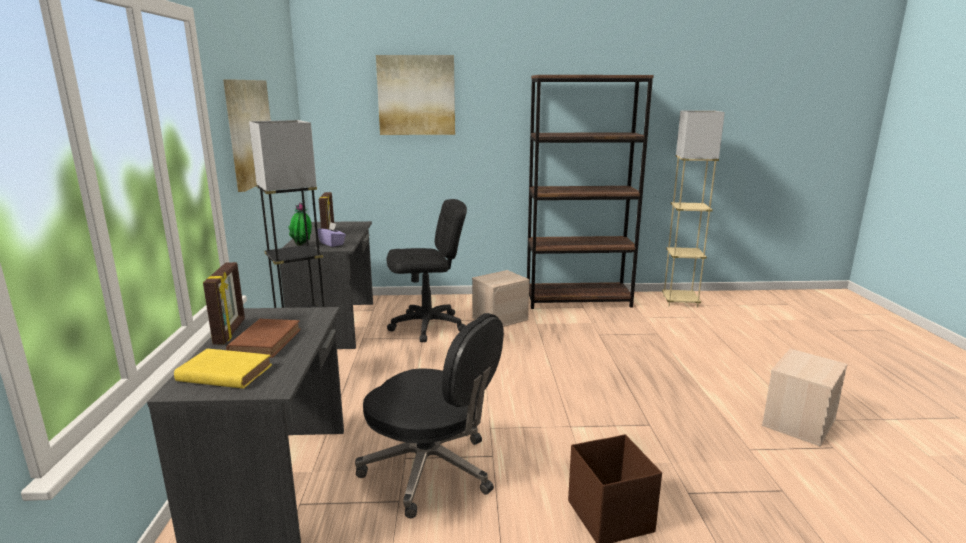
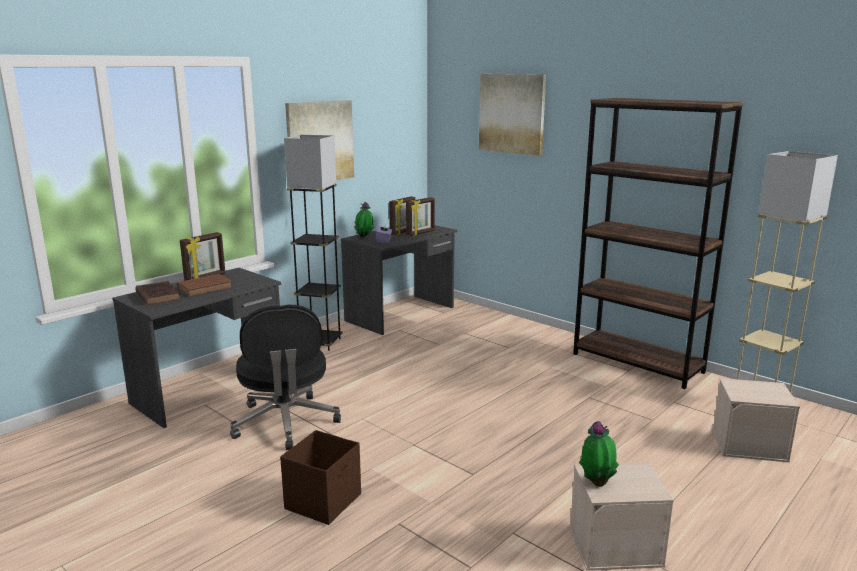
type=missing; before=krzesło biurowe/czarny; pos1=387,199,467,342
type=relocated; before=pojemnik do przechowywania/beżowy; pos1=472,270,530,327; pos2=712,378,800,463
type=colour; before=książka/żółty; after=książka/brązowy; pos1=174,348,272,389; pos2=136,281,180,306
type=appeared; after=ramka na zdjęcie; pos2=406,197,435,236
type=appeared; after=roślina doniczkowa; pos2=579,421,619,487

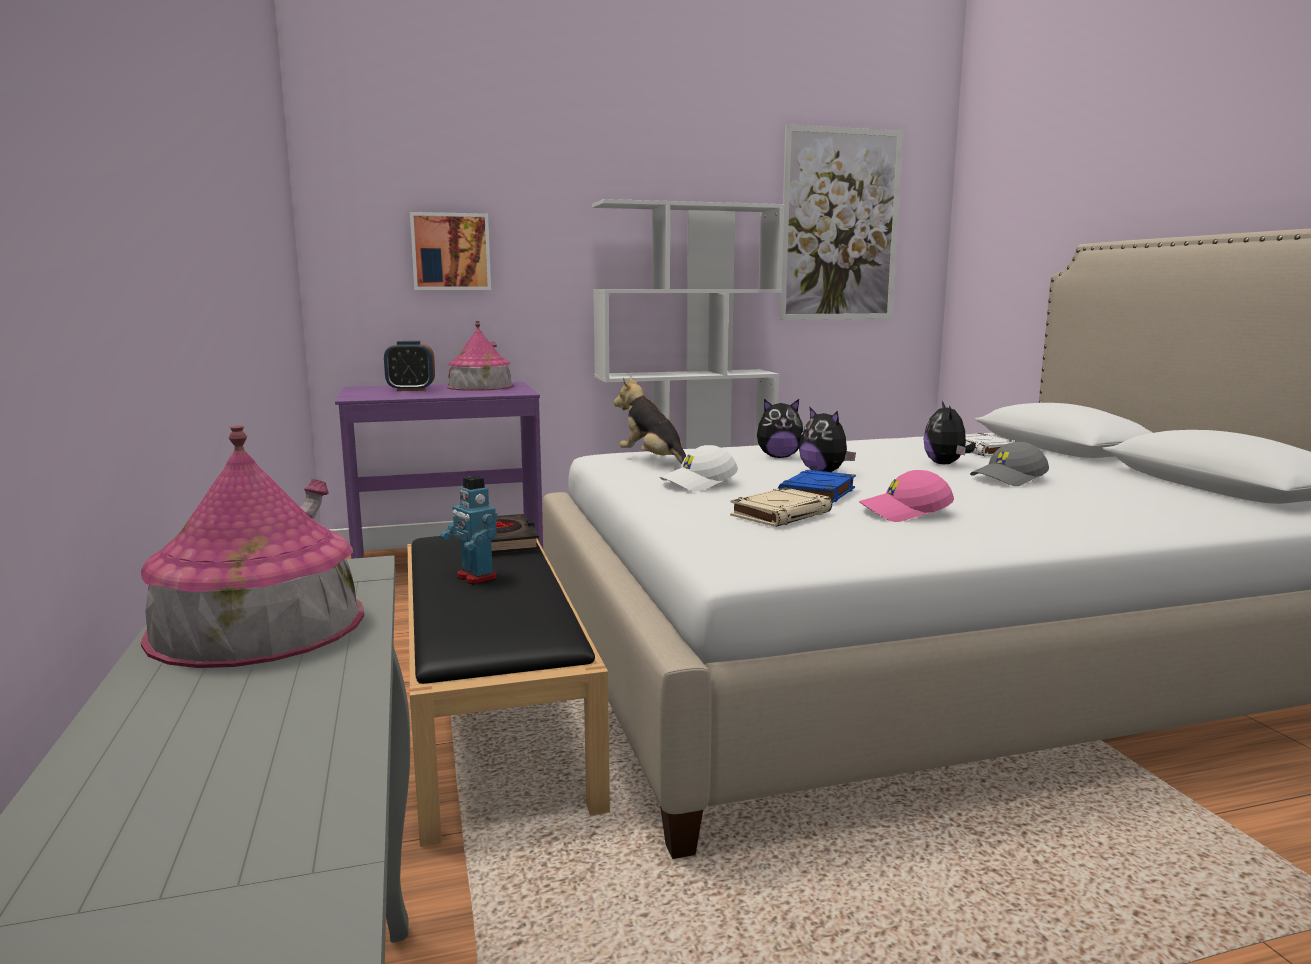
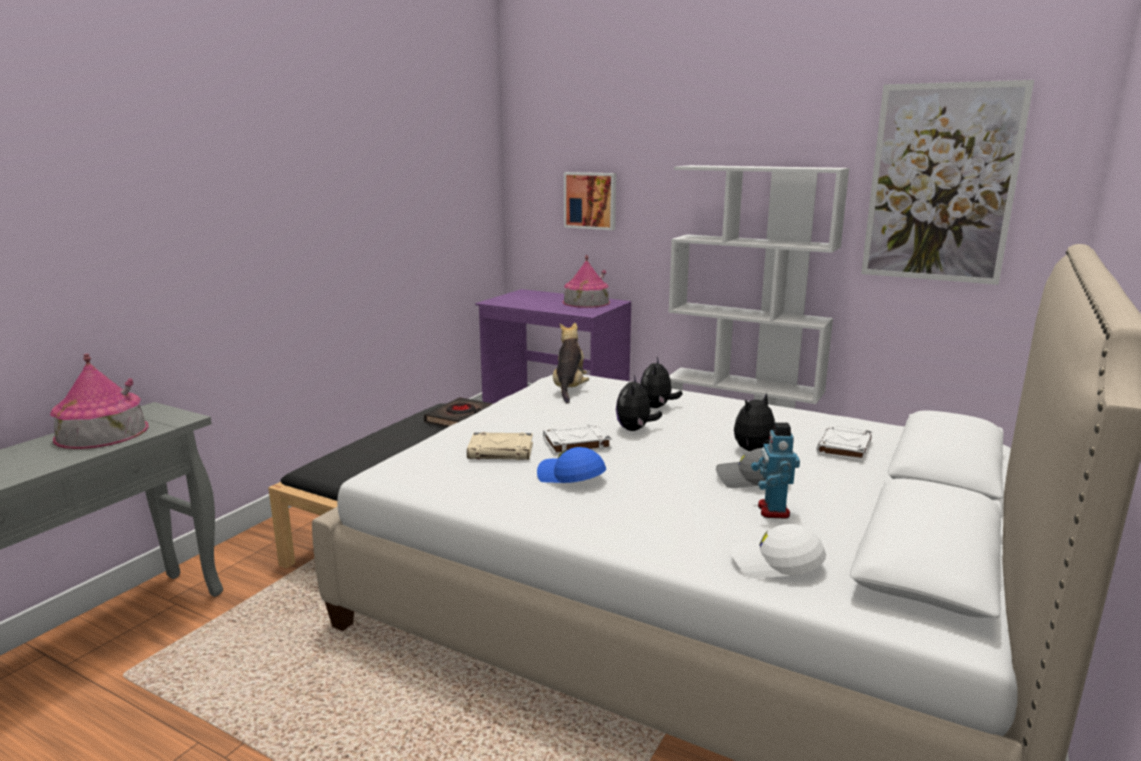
type=missing; before=budzik; pos1=384,341,435,391
type=spun; before=pluszak; pos1=757,399,803,458; pos2=640,357,682,408; turn=60
type=relocated; before=czapka z daszkiem/biały; pos1=660,445,738,492; pos2=731,524,826,578
type=colour; before=książka/niebieski; after=książka/biały; pos1=778,470,856,503; pos2=543,424,612,455
type=colour; before=czapka z daszkiem/różowy; after=czapka z daszkiem/niebieski; pos1=859,470,954,522; pos2=537,447,606,483
type=relocated; before=robot zabawkowy; pos1=440,476,498,585; pos2=751,422,800,519

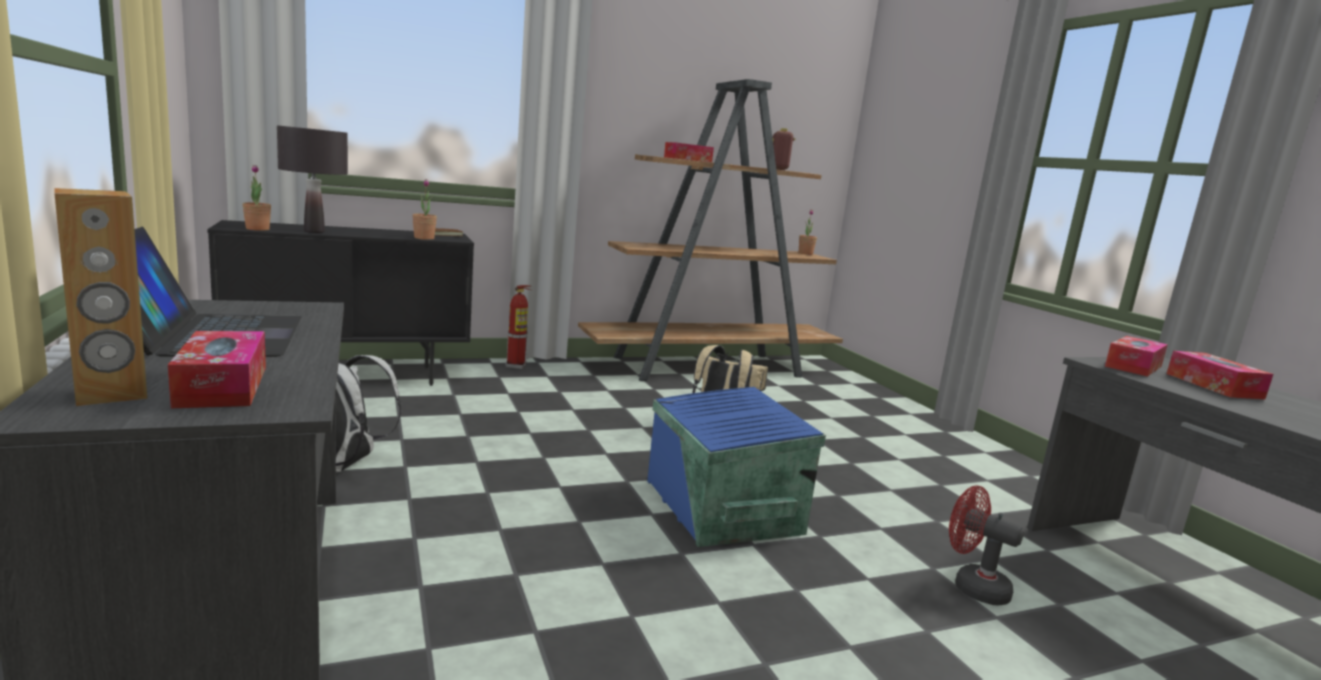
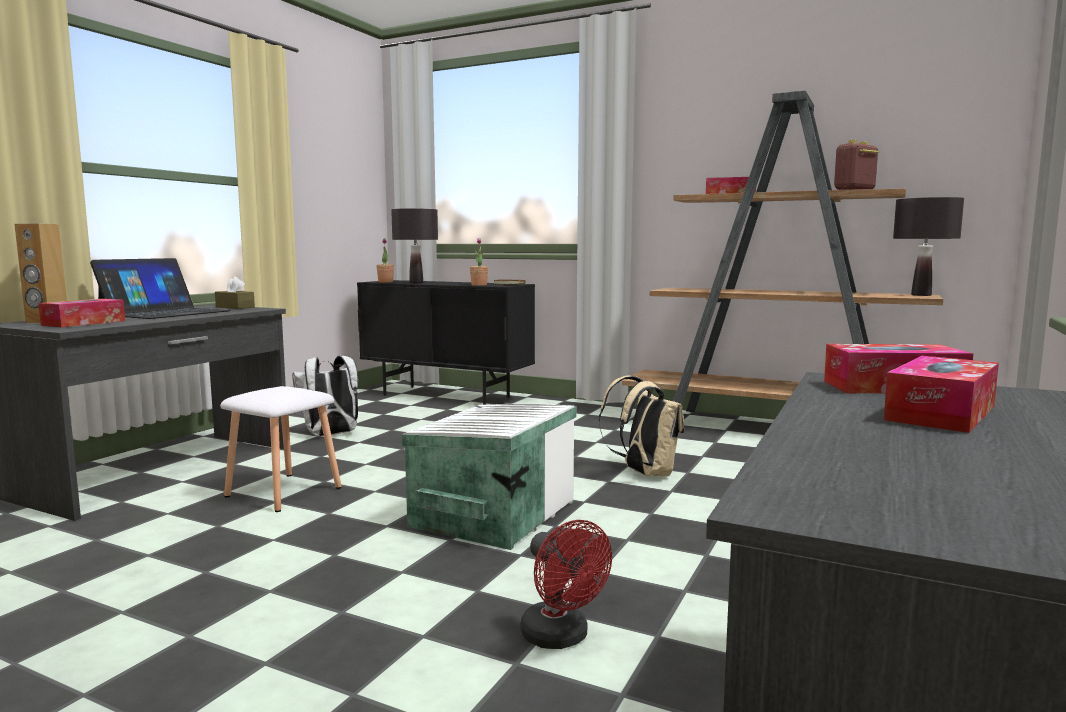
type=exchanged; before=roślina doniczkowa; after=lampa stołowa/czarny; pos1=799,210,817,255; pos2=893,197,964,296
type=missing; before=gaśnica; pos1=505,285,532,369
type=colour; before=pojemnik do przechowywania/niebieski; after=pojemnik do przechowywania/biały; pos1=647,387,826,547; pos2=402,404,577,550
type=spun; before=wentylator/czerwony; pos1=949,485,1024,605; pos2=521,520,612,649; turn=150
type=appeared; after=pudełko chusteczek/brązowy; pos2=215,276,255,309
type=appeared; after=stołek/biały; pos2=220,386,341,512

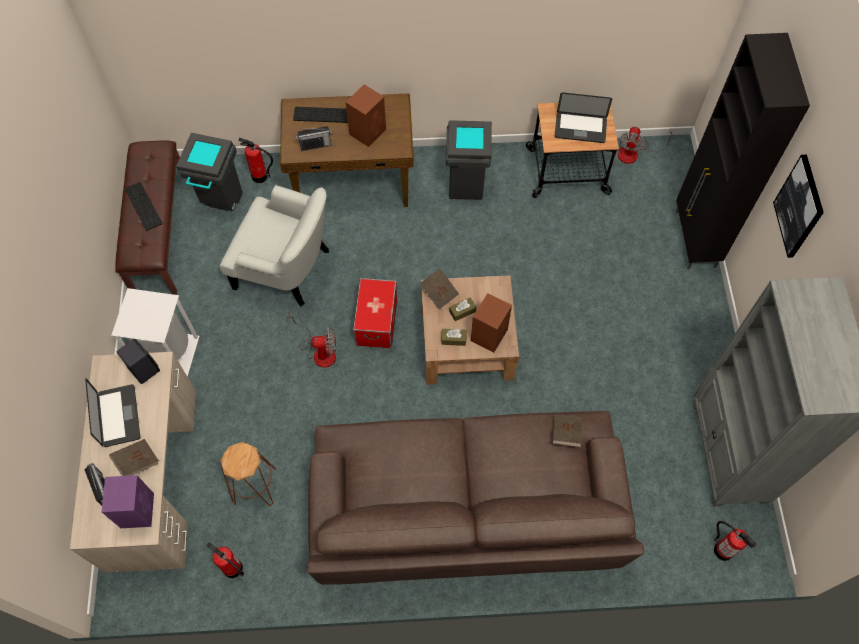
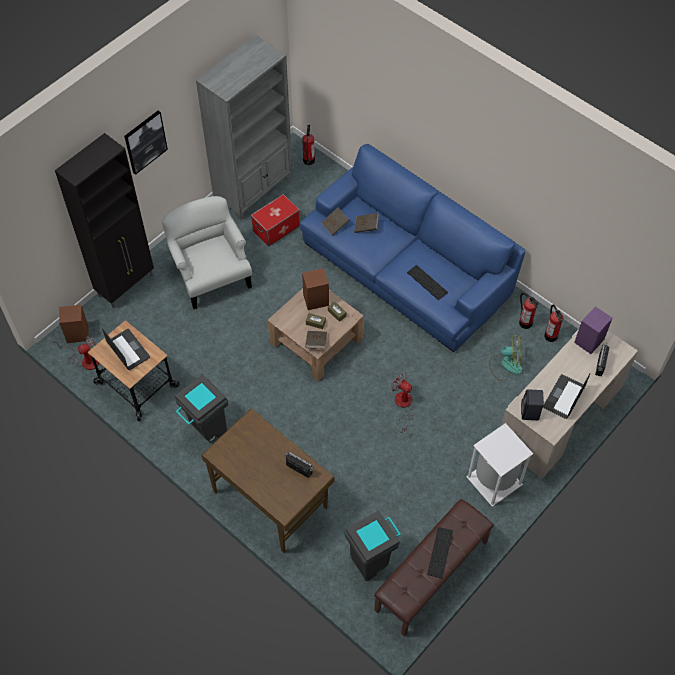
type=relocated; before=głośnik/brązowy; pos1=346,84,386,147; pos2=59,305,89,343
type=relocated; before=klawiatura; pos1=293,107,348,123; pos2=407,265,448,300
type=relocated; before=gaśnica; pos1=238,138,273,183; pos2=519,293,539,329
type=relocated; before=fotel/biały; pos1=220,185,329,307; pos2=162,196,252,309
type=relocated; before=pojemnik do przechowywania; pos1=353,278,397,348; pos2=251,194,300,247
type=colour; before=kanapa/brązowy; after=kanapa/niebieski; pos1=307,411,645,585; pos2=300,144,526,352
type=relocated; before=książka/brązowy; pos1=110,439,159,476; pos2=354,213,379,233
type=exchanged; before=stołek/brązowy; after=wentylator; pos1=220,442,277,506; pos2=489,335,522,381

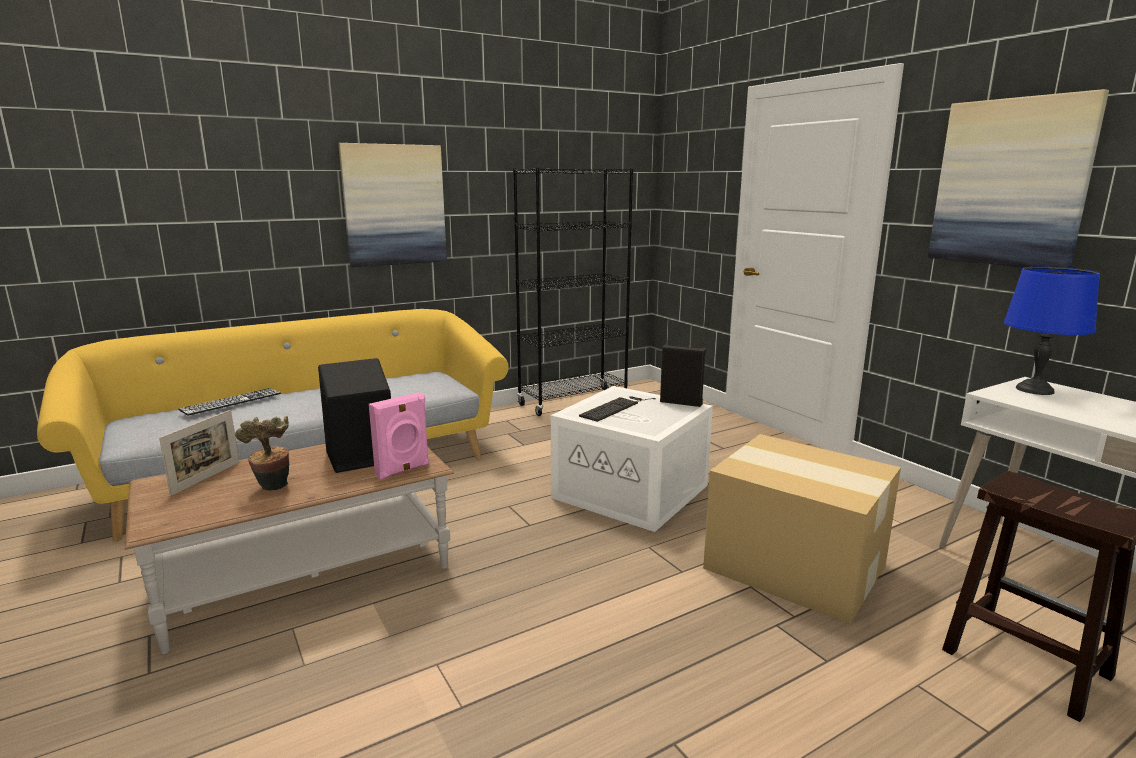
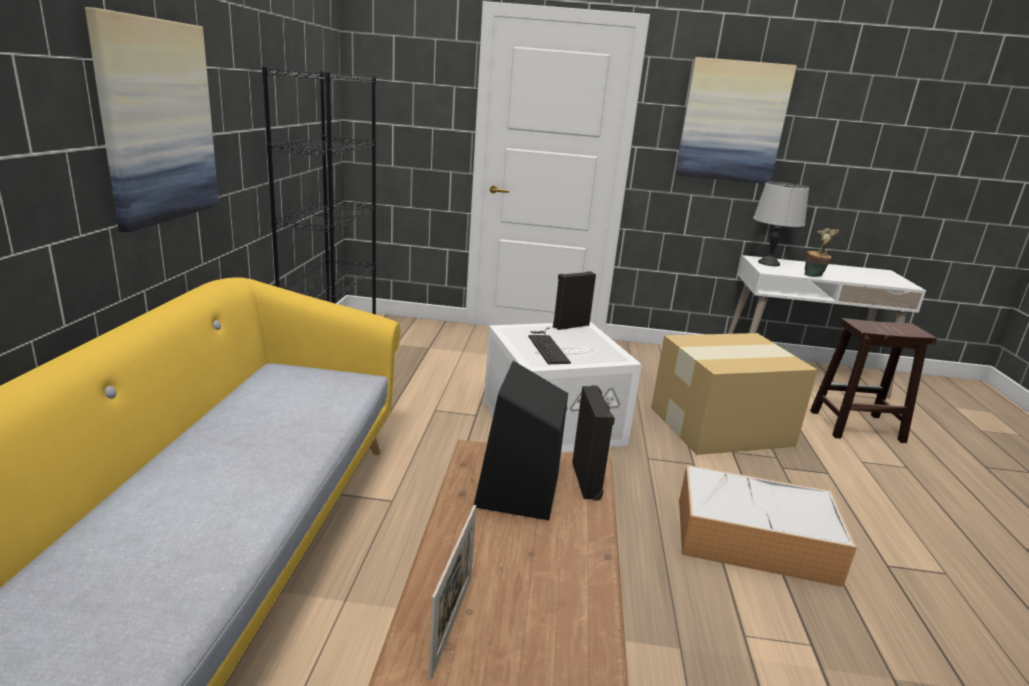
type=colour; before=lampa stołowa/niebieski; after=lampa stołowa/szary; pos1=1004,267,1100,395; pos2=753,182,809,266
type=missing; before=klawiatura; pos1=178,388,281,416
type=colour; before=głośnik/różowy; after=głośnik/czarny; pos1=369,393,429,480; pos2=572,385,615,501
type=spun; before=ramka na zdjęcie; pos1=159,410,239,496; pos2=429,505,476,680; turn=45
type=relocated; before=roślina doniczkowa; pos1=235,416,289,491; pos2=804,228,839,277
type=appeared; after=pojemnik do przechowywania; pos2=679,465,857,587

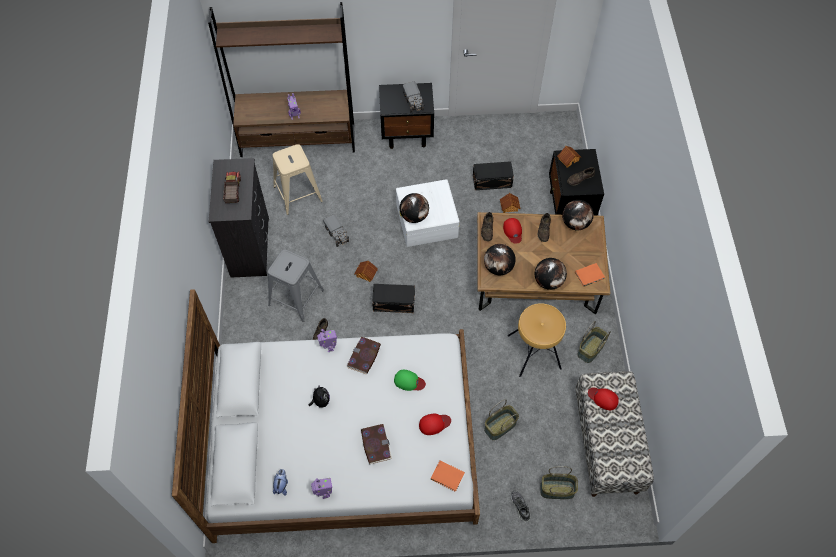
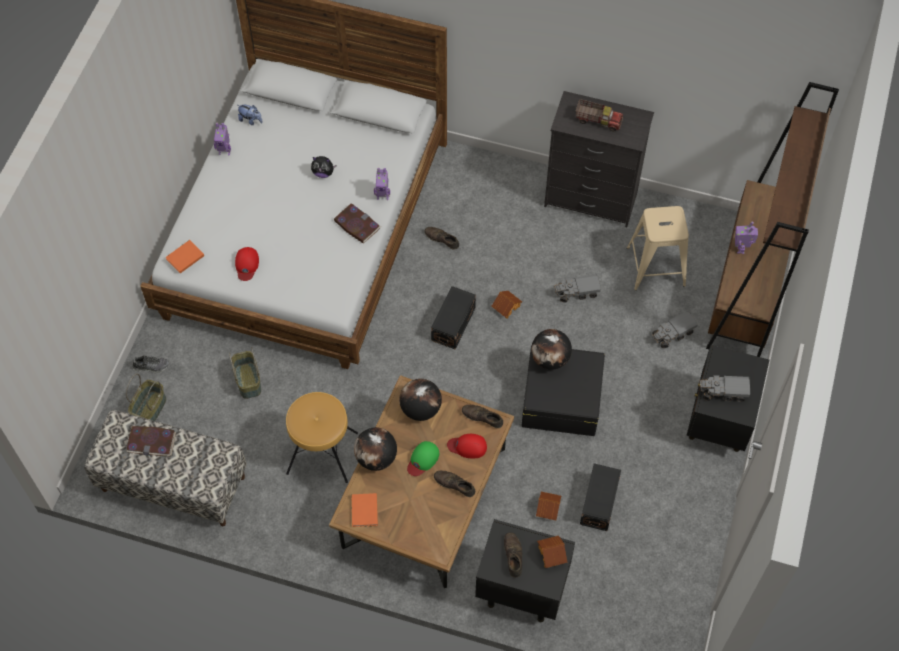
type=colour; before=pojemnik do przechowywania/biały; after=pojemnik do przechowywania/czarny; pos1=396,179,459,247; pos2=521,345,605,436
type=missing; before=globus; pos1=562,200,594,231
type=missing; before=stołek/szary; pos1=268,249,324,322
type=missing; before=koszyk; pos1=577,321,611,363
type=relocated; before=czapka z daszkiem/zielony; pos1=394,370,426,391; pos2=407,441,439,476
type=missing; before=czapka z daszkiem/czerwony; pos1=588,388,619,410
type=relocated; before=książka; pos1=361,424,392,464; pos2=126,426,176,456
type=appeared; after=ciężarówka zabawkowa; pos2=652,311,698,348

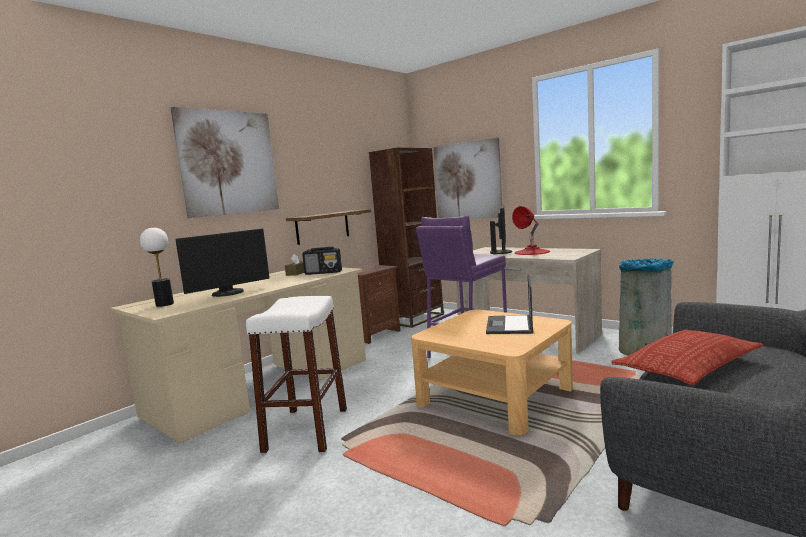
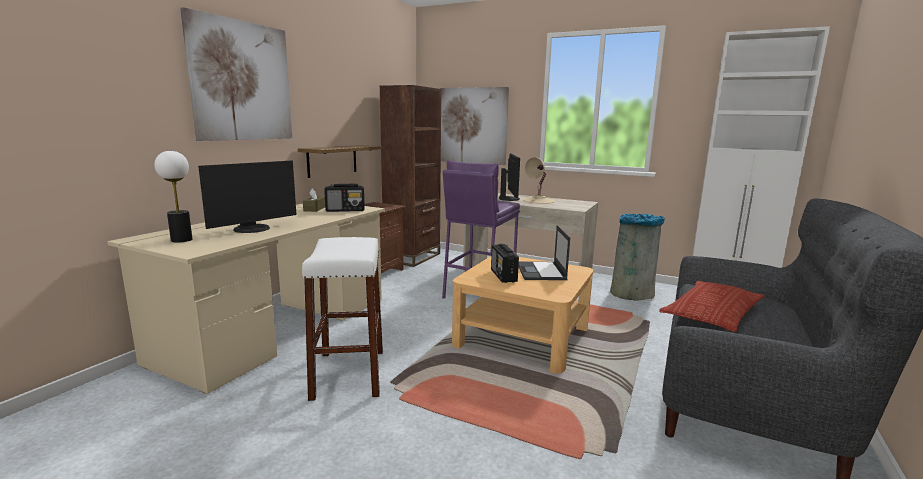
type=colour; before=lampa stołowa/czerwony; after=lampa stołowa/beżowy; pos1=512,206,550,255; pos2=523,157,555,204
type=appeared; after=radio; pos2=491,244,519,283

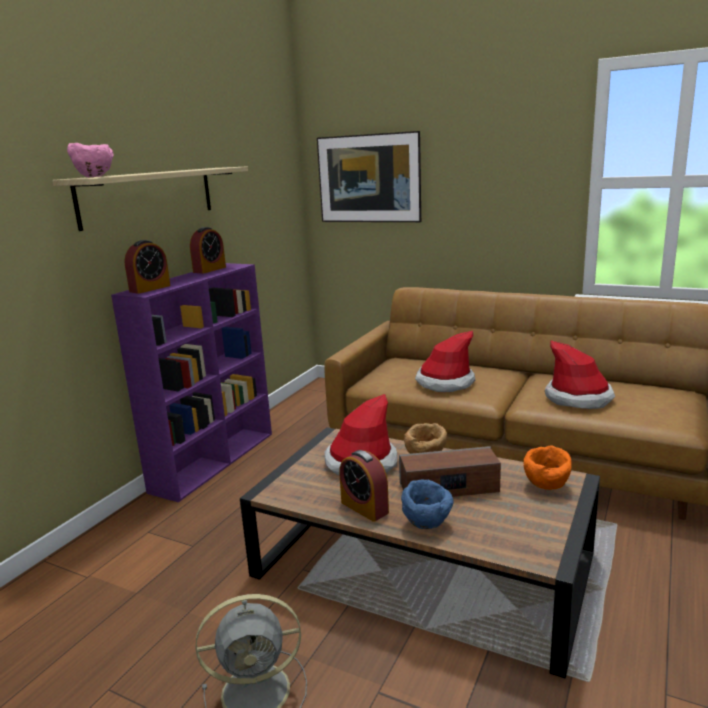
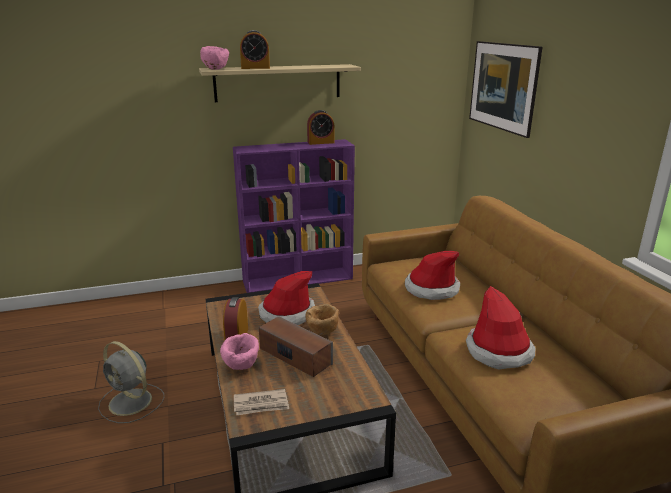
type=relocated; before=budzik; pos1=124,240,171,294; pos2=240,30,270,69
type=missing; before=miska/pomarańczowy; pos1=524,445,572,490
type=colour; before=miska/niebieski; after=miska/różowy; pos1=401,479,453,529; pos2=220,333,259,370
type=appeared; after=gazeta; pos2=234,389,289,416

